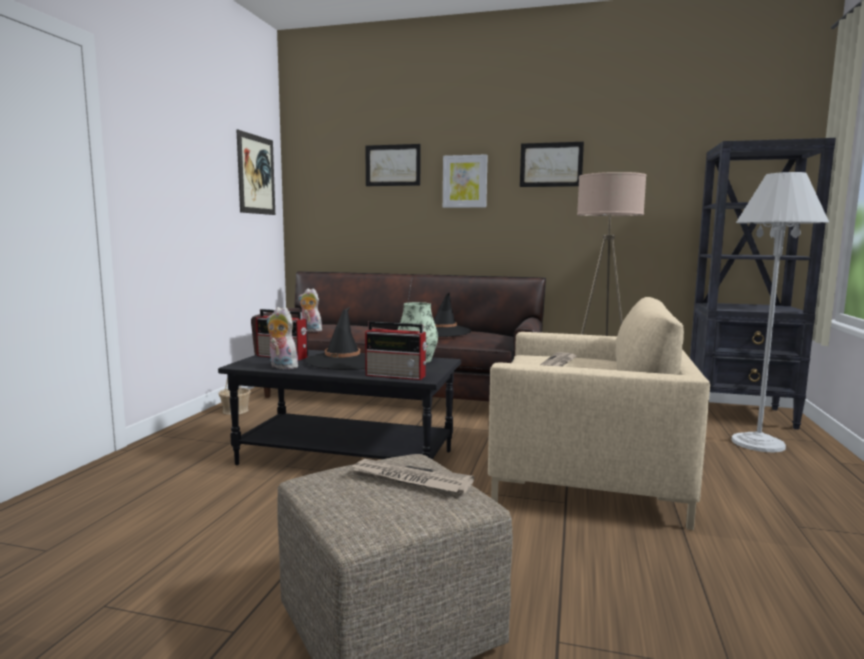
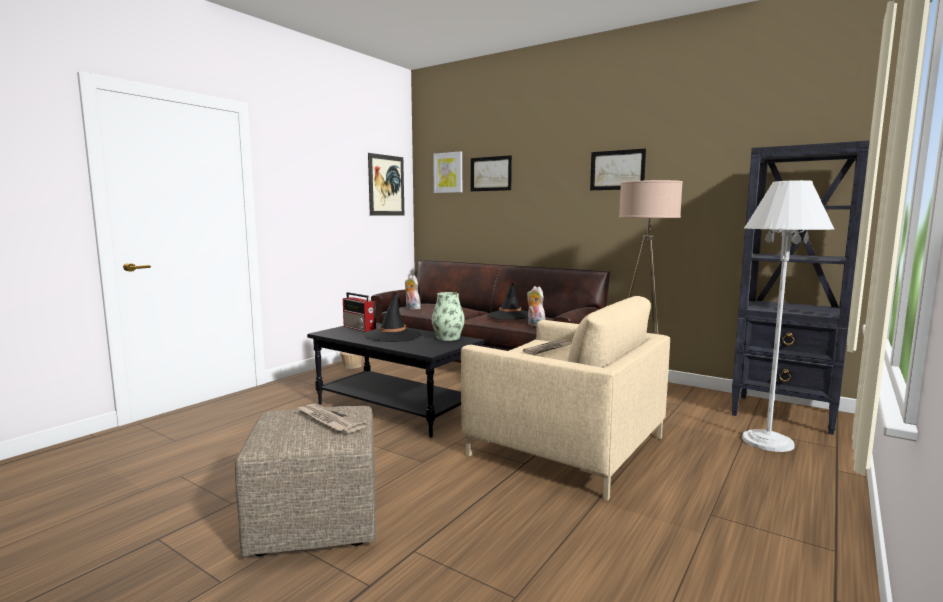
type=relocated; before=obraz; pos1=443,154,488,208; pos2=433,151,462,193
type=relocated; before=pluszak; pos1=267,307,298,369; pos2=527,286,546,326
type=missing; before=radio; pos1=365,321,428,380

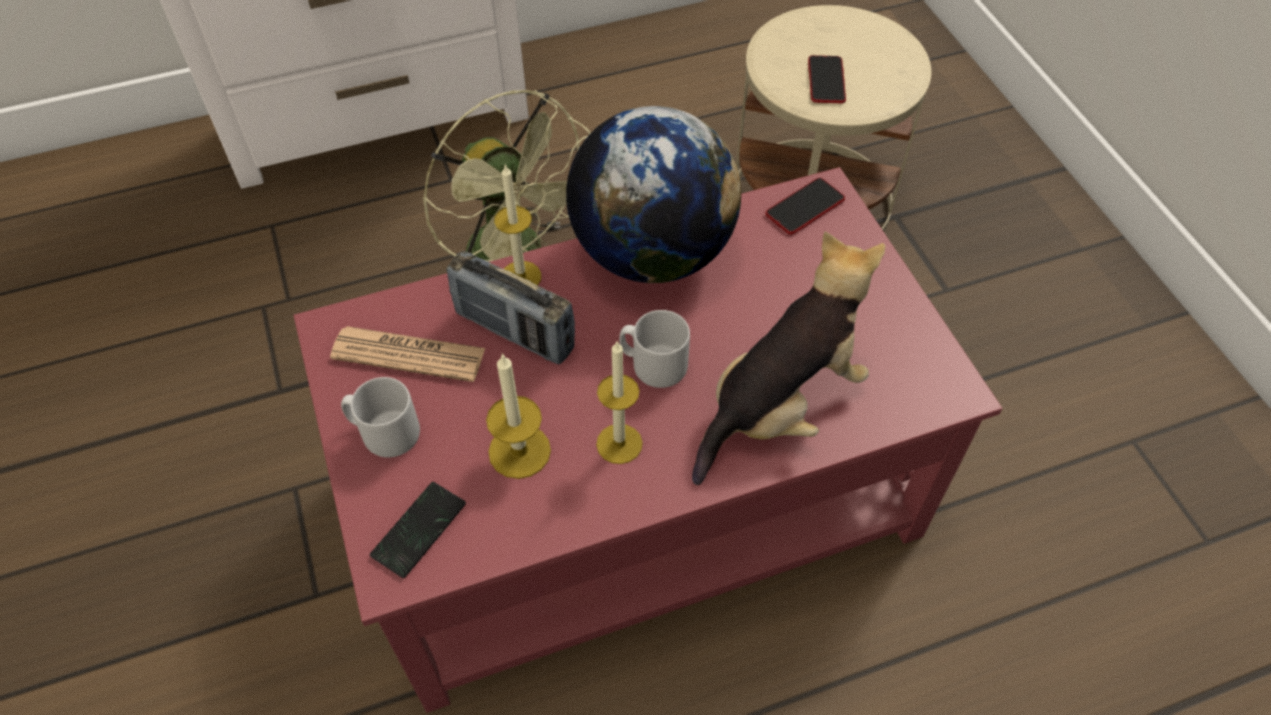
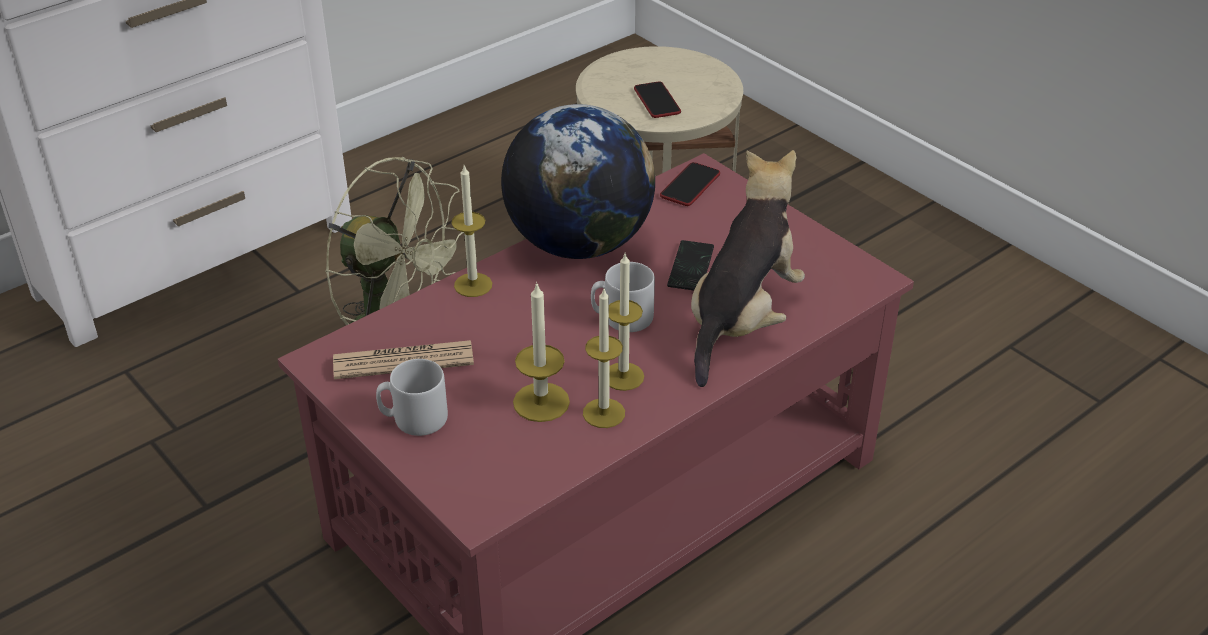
type=missing; before=radio; pos1=447,251,575,364
type=relocated; before=telefon; pos1=370,482,466,578; pos2=667,240,714,291
type=appeared; after=świeca; pos2=583,289,625,428

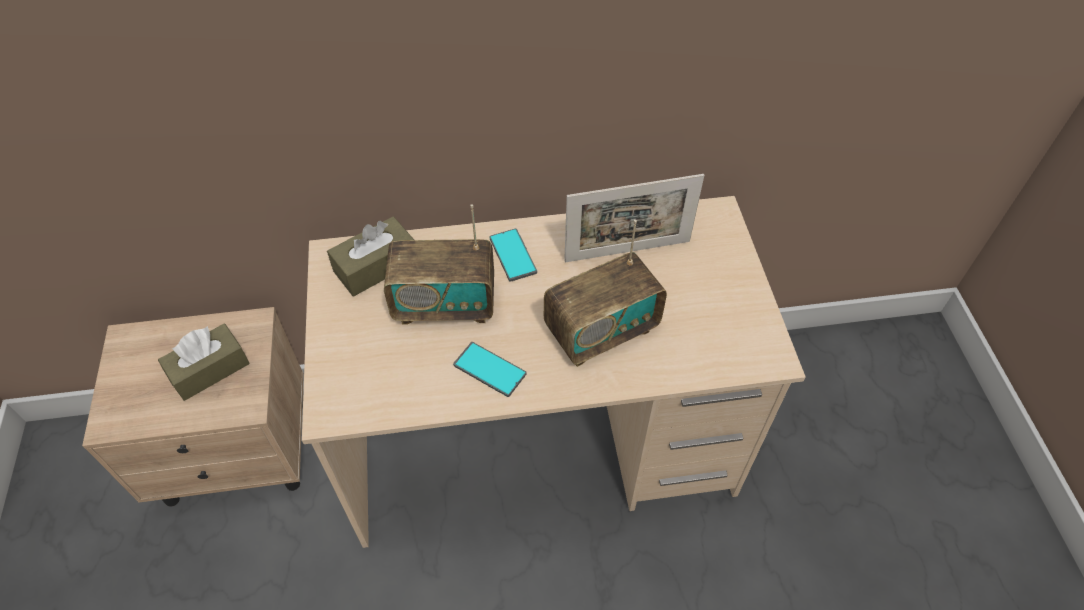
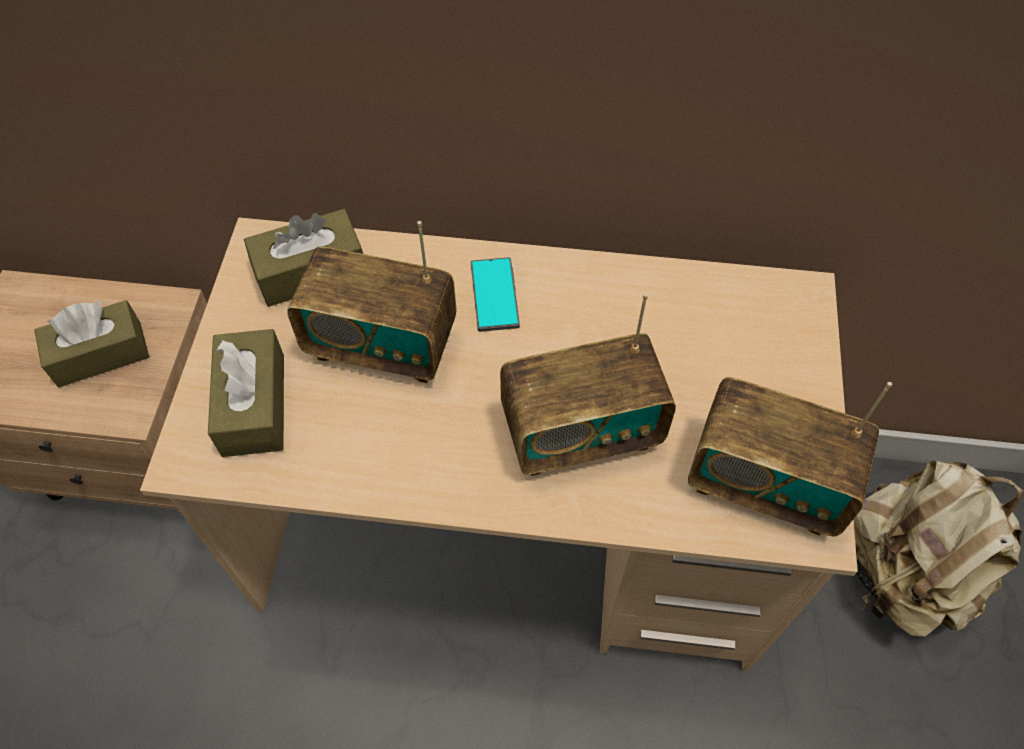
type=missing; before=ramka na zdjęcie; pos1=564,174,704,262
type=missing; before=telefon; pos1=453,342,526,397
type=appeared; after=pudełko chusteczek/brązowy; pos2=208,329,284,457
type=appeared; after=radio; pos2=688,377,892,536
type=appeared; after=plecak/beżowy; pos2=854,460,1024,637

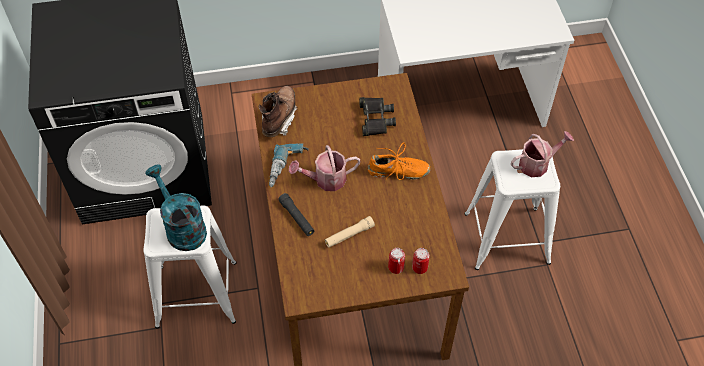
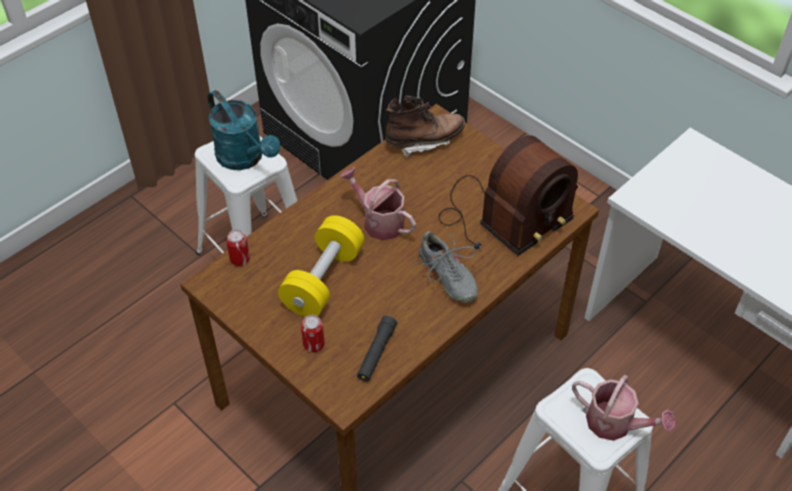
type=exchanged; before=lornetka/czarny; after=radio; pos1=359,97,396,136; pos2=439,135,578,256
type=colour; before=but/pomarańczowy; after=but/szary; pos1=368,142,430,180; pos2=414,231,478,303
type=missing; before=wiertarka; pos1=269,143,309,188
type=spun; before=konewka/turkusowy; pos1=145,165,207,251; pos2=208,90,280,170; turn=120
type=relocated; before=latarka/czarny; pos1=278,193,314,236; pos2=357,316,397,382
type=exchanged; before=latarka/beżowy; after=hantel/żółty; pos1=325,216,375,248; pos2=278,215,365,317
type=relocated; before=puszka; pos1=412,248,430,274; pos2=226,230,250,266

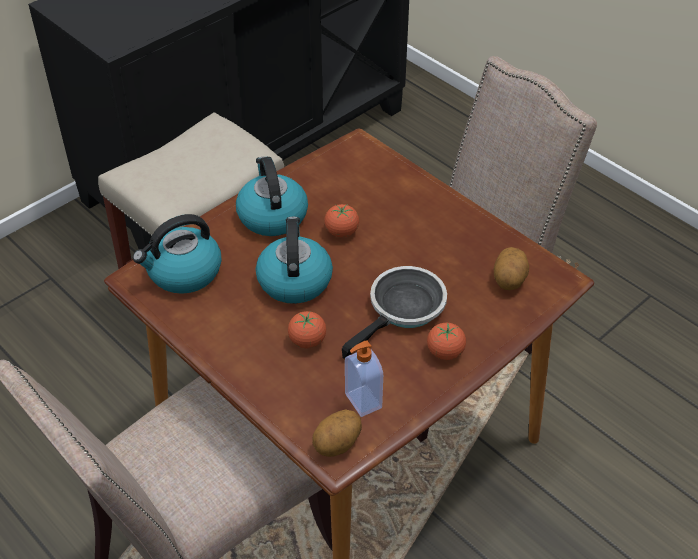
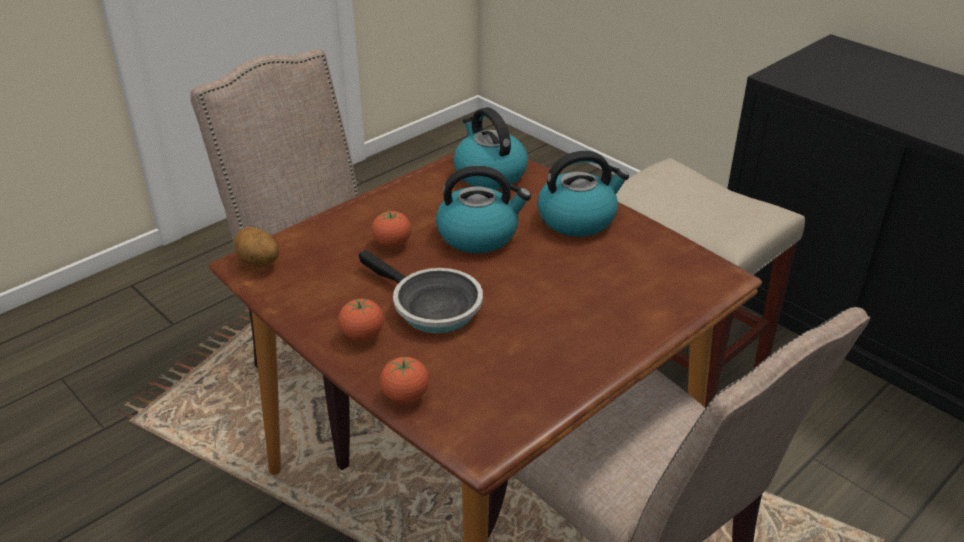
type=relocated; before=pomidor; pos1=324,204,359,237; pos2=380,357,429,404
type=missing; before=ziemniak; pos1=494,247,529,290
type=missing; before=dozownik mydła; pos1=345,340,383,417

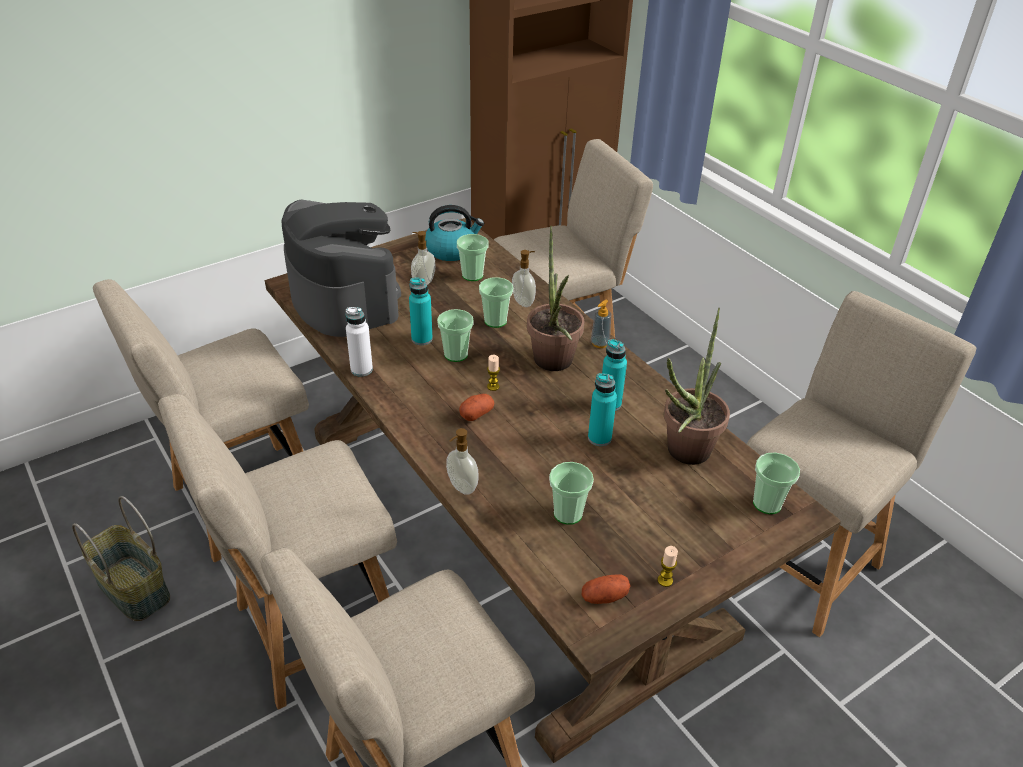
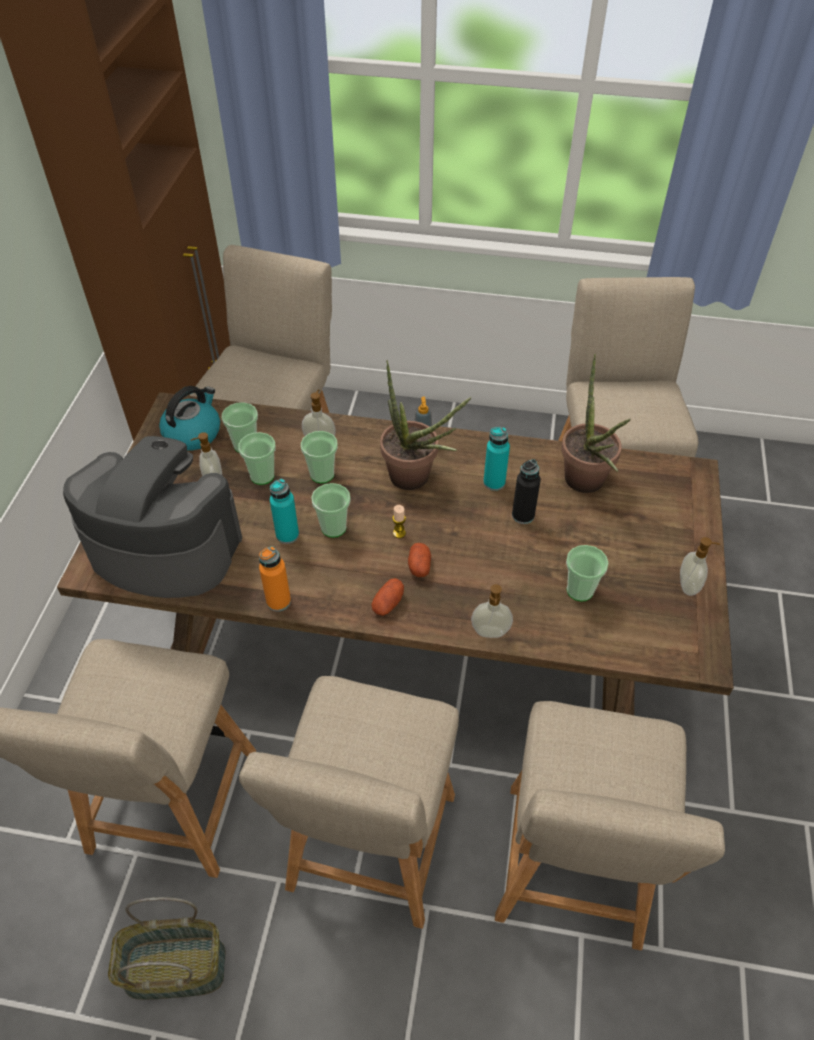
type=colour; before=butelka/biały; after=butelka/pomarańczowy; pos1=345,307,373,377; pos2=259,546,291,611
type=colour; before=butelka/turkusowy; after=butelka/czarny; pos1=588,373,617,446; pos2=512,459,541,524
type=relocated; before=filiżanka; pos1=753,452,800,514; pos2=238,432,276,485
type=exchanged; before=świeca; after=dozownik mydła; pos1=657,546,678,587; pos2=680,537,720,596
type=relocated; before=ziemniak; pos1=582,574,631,604; pos2=371,578,404,616

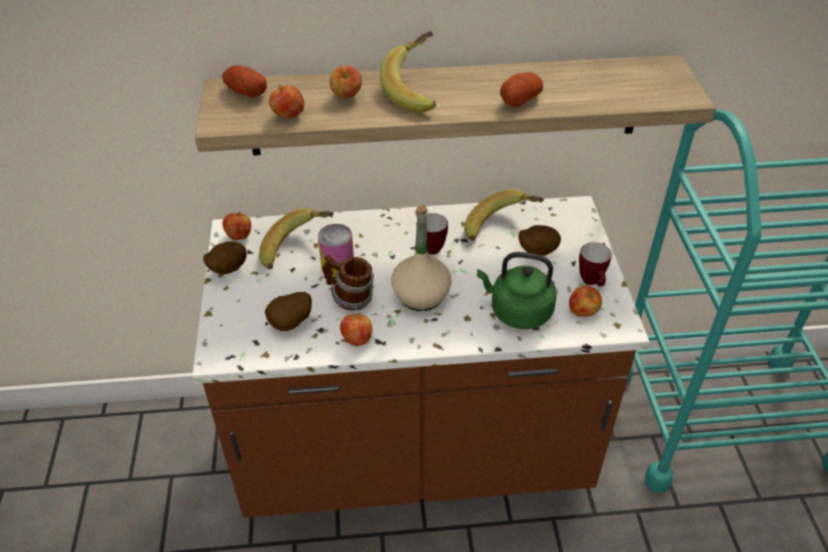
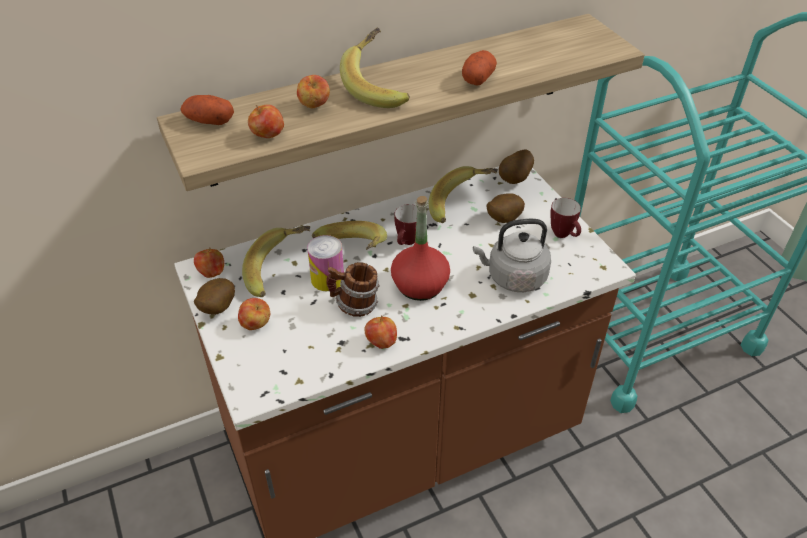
type=colour; before=butelka/beżowy; after=butelka/czerwony; pos1=391,205,452,311; pos2=391,196,450,301
type=colour; before=czajnik/zielony; after=czajnik/szary; pos1=477,252,556,329; pos2=473,219,551,292
type=relocated; before=jabłko; pos1=569,286,602,317; pos2=238,298,270,330
type=relocated; before=ziemniak; pos1=265,292,312,331; pos2=499,150,534,184
type=appeared; after=banan; pos2=312,221,387,250

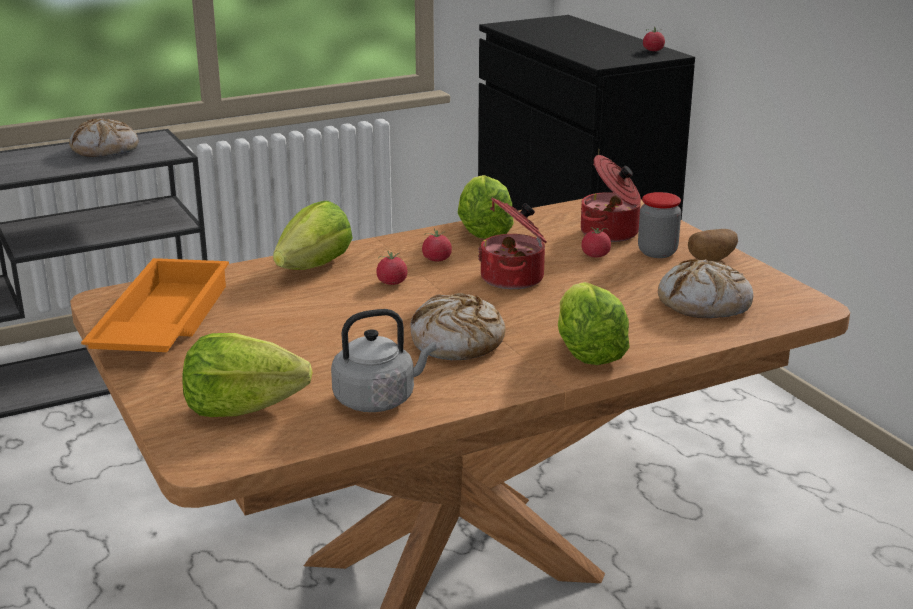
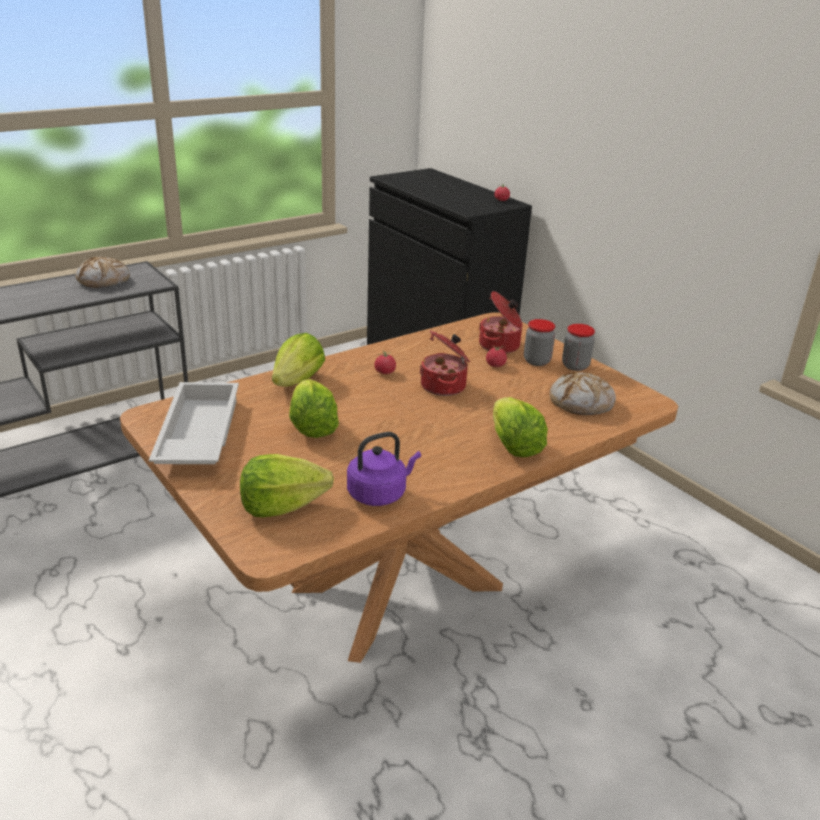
type=relocated; before=sałata; pos1=458,175,514,239; pos2=289,379,339,438
type=exchanged; before=ziemniak; after=słoik; pos1=688,229,738,262; pos2=562,324,595,371
type=missing; before=pomidor; pos1=376,250,408,285
type=colour; before=taca/pomarańczowy; after=taca/biały; pos1=81,258,229,352; pos2=149,382,239,464
type=missing; before=chleb; pos1=411,293,505,360
type=colour; before=czajnik/szary; after=czajnik/fioletowy; pos1=331,309,436,412; pos2=347,432,421,506

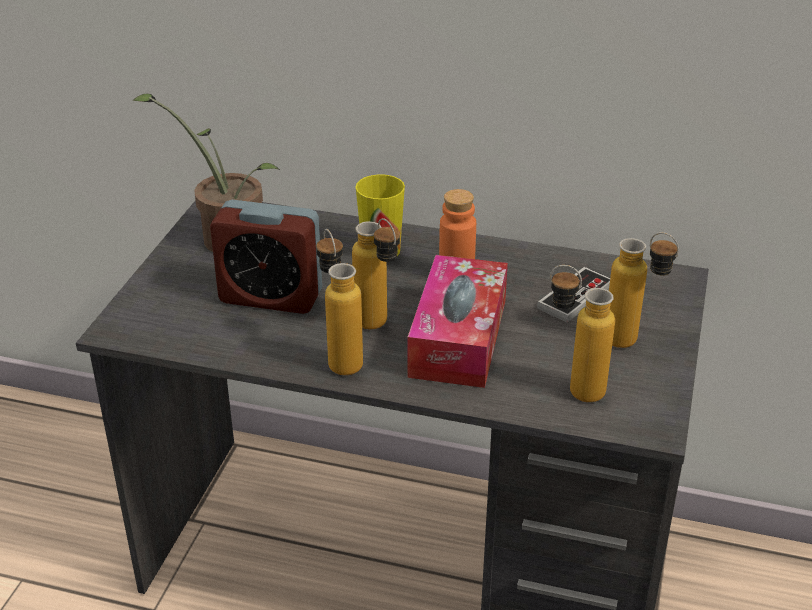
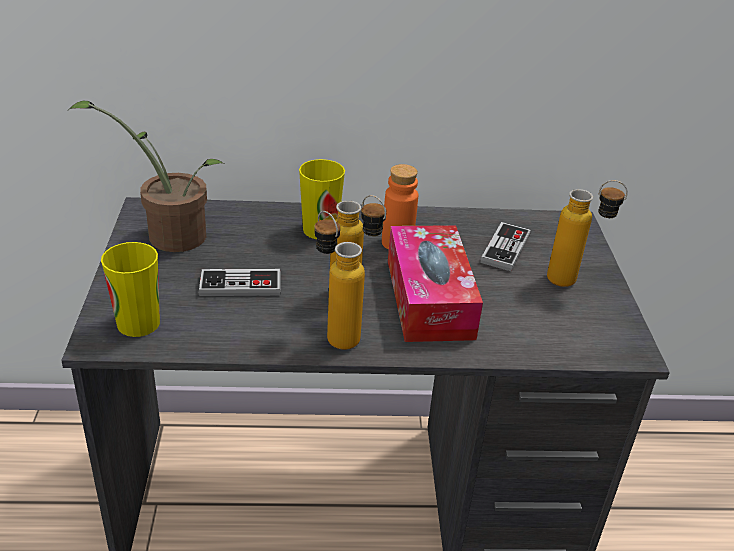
type=exchanged; before=budzik; after=pad do gier; pos1=210,200,322,314; pos2=199,269,281,296
type=missing; before=butelka; pos1=550,265,615,402
type=appeared; after=filiżanka; pos2=101,242,160,337

